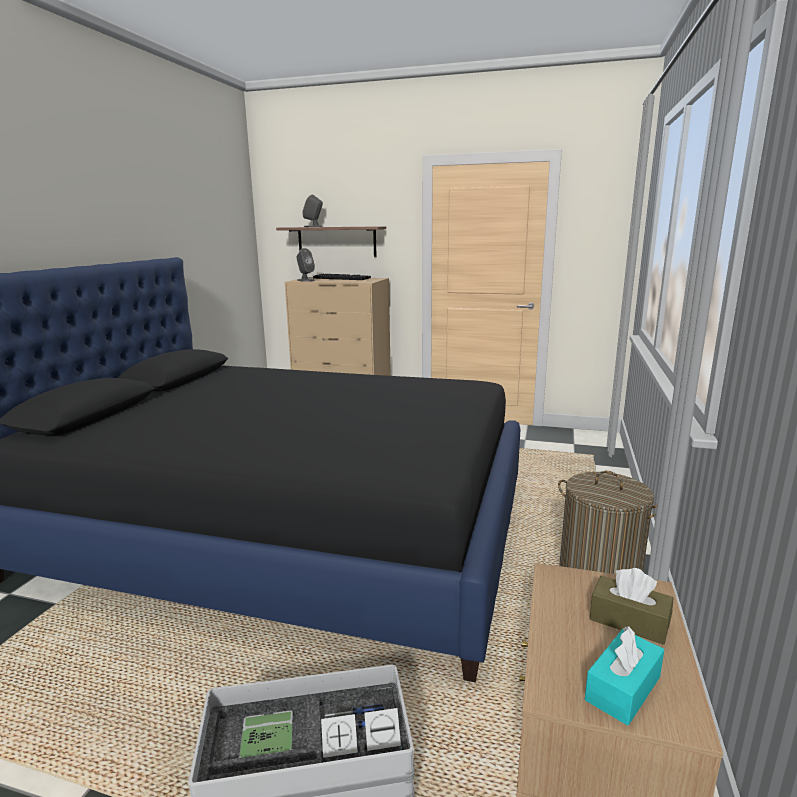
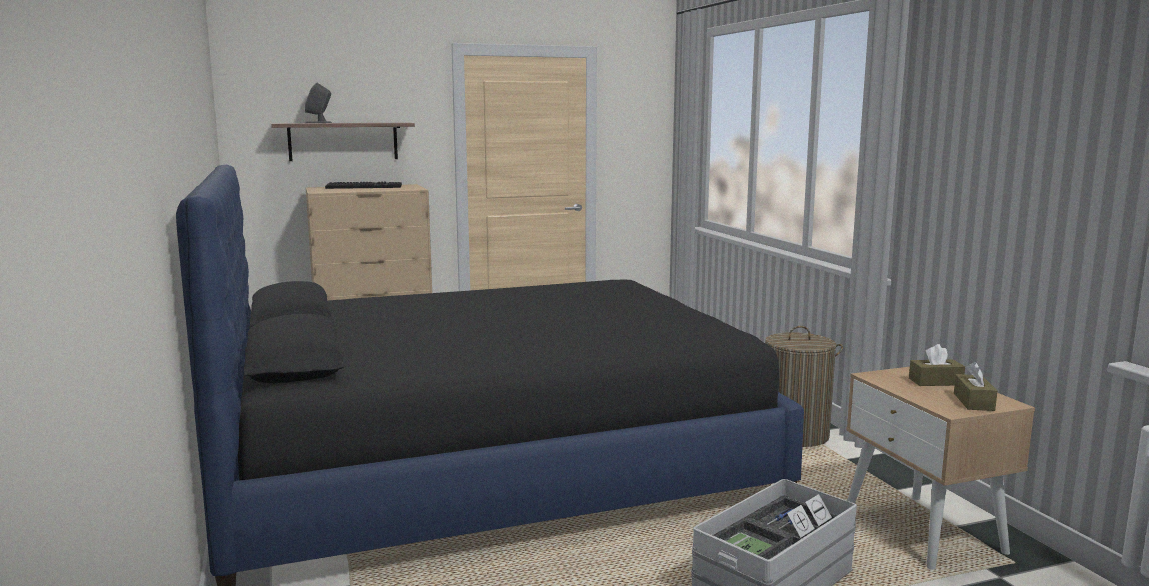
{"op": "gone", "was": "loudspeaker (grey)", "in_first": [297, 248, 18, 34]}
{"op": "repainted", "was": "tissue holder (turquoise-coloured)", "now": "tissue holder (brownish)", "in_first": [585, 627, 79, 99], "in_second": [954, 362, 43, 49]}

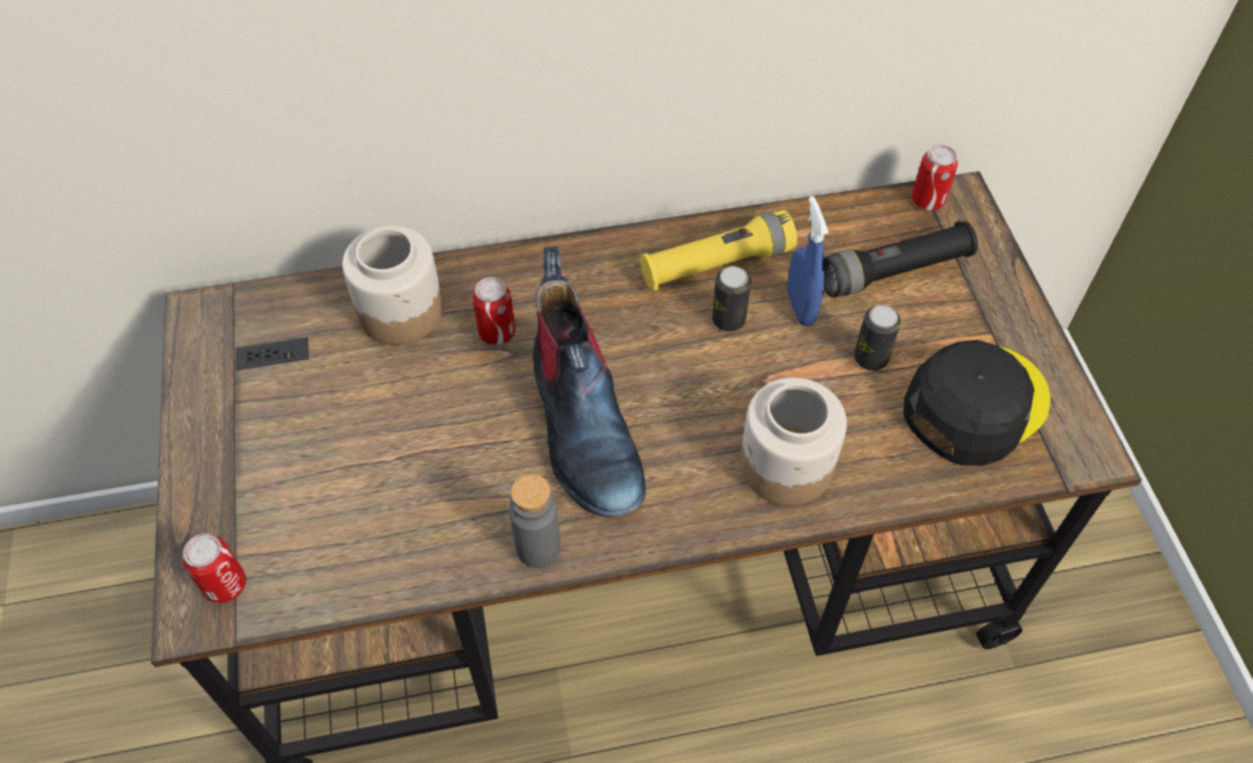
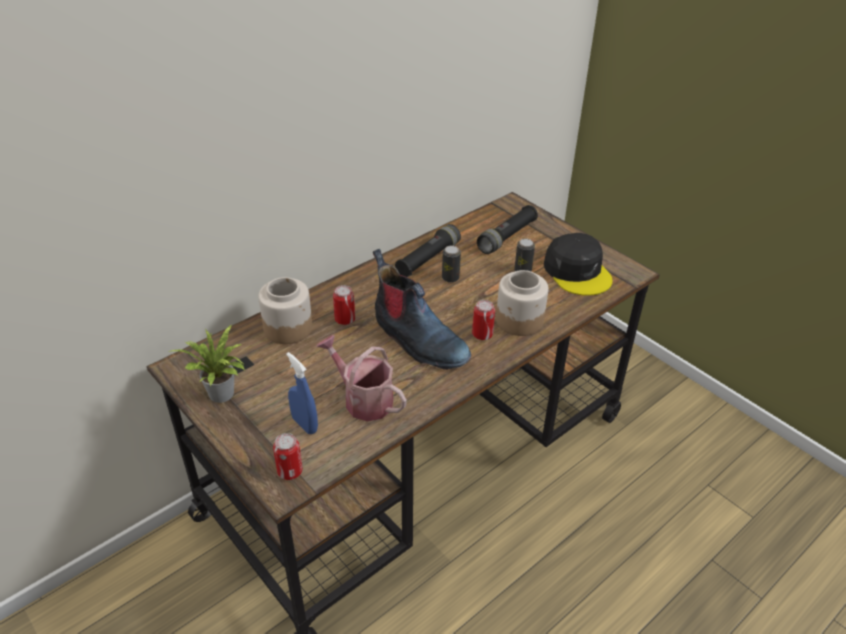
{"op": "shifted", "was": "sealed can", "in_first": [912, 145, 46, 65], "in_second": [472, 300, 23, 40]}
{"op": "shifted", "was": "hand sprayer (blue-coloured)", "in_first": [787, 196, 41, 130], "in_second": [286, 352, 32, 82]}
{"op": "repainted", "was": "hand torch (yellowish)", "now": "hand torch (black-coloured)", "in_first": [640, 210, 157, 81], "in_second": [395, 224, 66, 53]}
{"op": "rotated", "was": "peaked cap (black-coloured)", "in_first": [903, 340, 148, 126], "in_second": [544, 233, 68, 63], "clockwise": 135}
{"op": "gone", "was": "bottle (grey)", "in_first": [509, 474, 52, 94]}
{"op": "new", "now": "potted plant", "in_second": [167, 325, 77, 78]}
{"op": "new", "now": "watering pot", "in_second": [316, 335, 91, 86]}

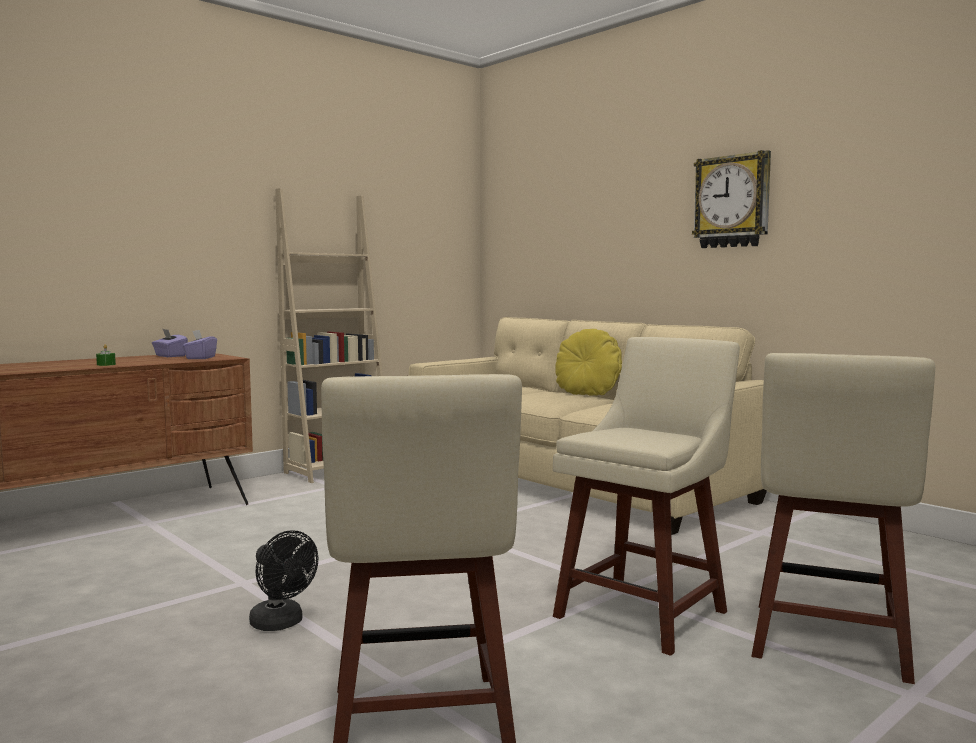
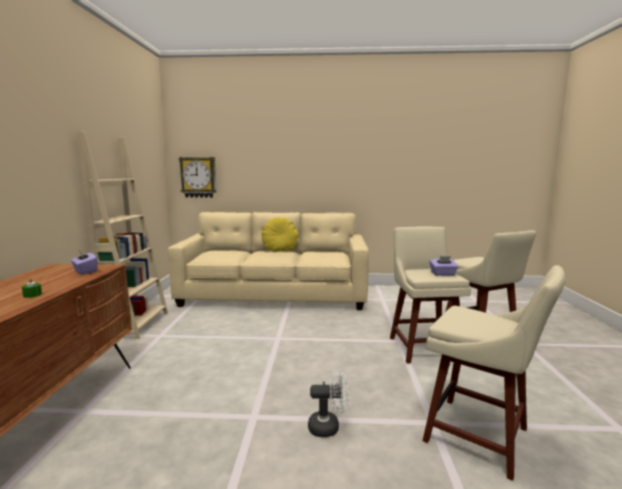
{"op": "shifted", "was": "clock on the wall", "in_first": [692, 150, 79, 98], "in_second": [179, 157, 38, 41]}
{"op": "shifted", "was": "tissue holder (purple-coloured)", "in_first": [152, 329, 36, 28], "in_second": [430, 256, 29, 20]}
{"op": "repainted", "was": "electric fan (black-coloured)", "now": "electric fan (whitish)", "in_first": [249, 530, 69, 101], "in_second": [308, 370, 41, 67]}

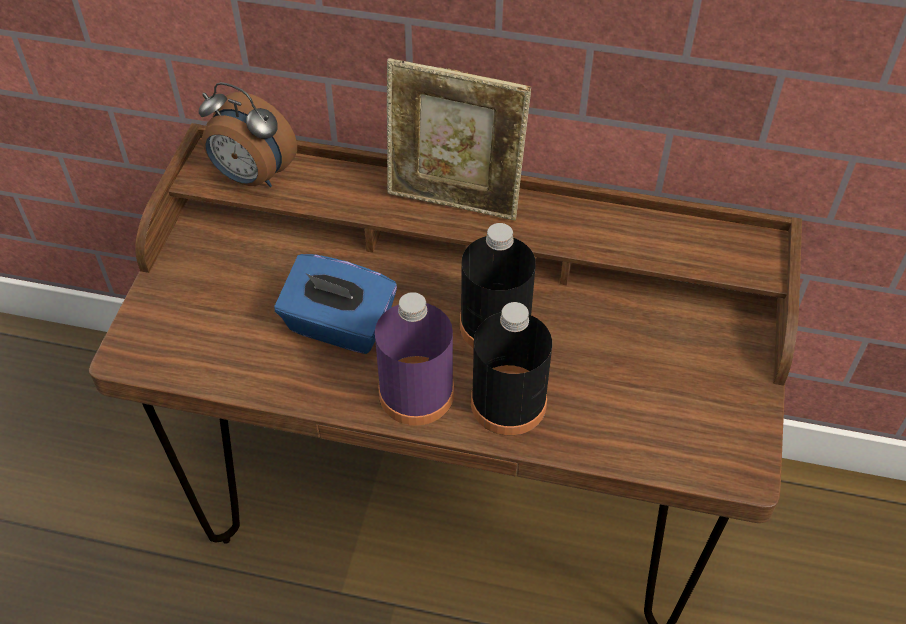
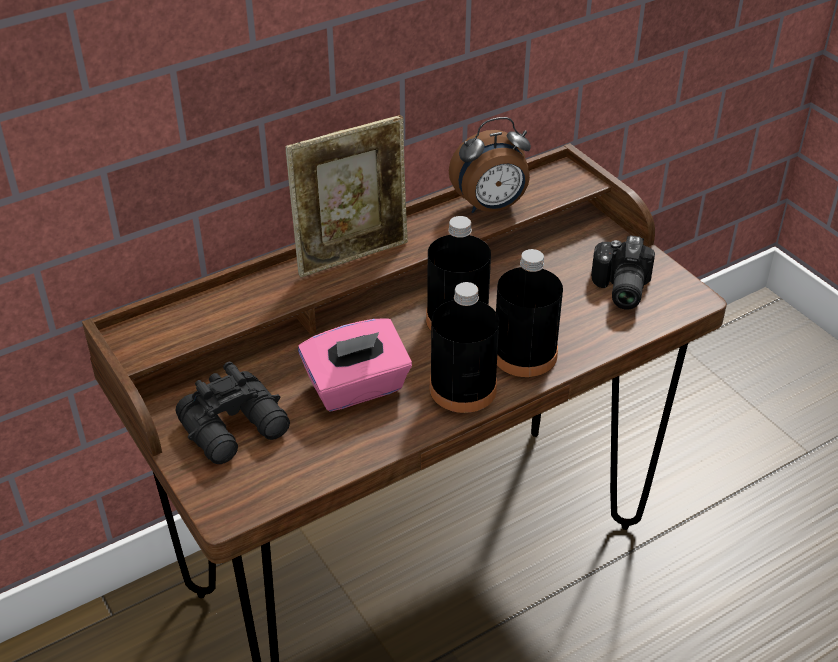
{"op": "shifted", "was": "table clock", "in_first": [198, 82, 99, 105], "in_second": [449, 117, 82, 96]}
{"op": "repainted", "was": "tissue holder (blue-coloured)", "now": "tissue holder (pinkish)", "in_first": [274, 254, 123, 100], "in_second": [298, 319, 114, 93]}
{"op": "repainted", "was": "bottle (purple-coloured)", "now": "bottle (black-coloured)", "in_first": [375, 292, 79, 134], "in_second": [430, 282, 69, 131]}
{"op": "new", "now": "photo camera", "in_second": [591, 235, 64, 75]}
{"op": "new", "now": "binoculars (black-coloured)", "in_second": [176, 362, 114, 102]}

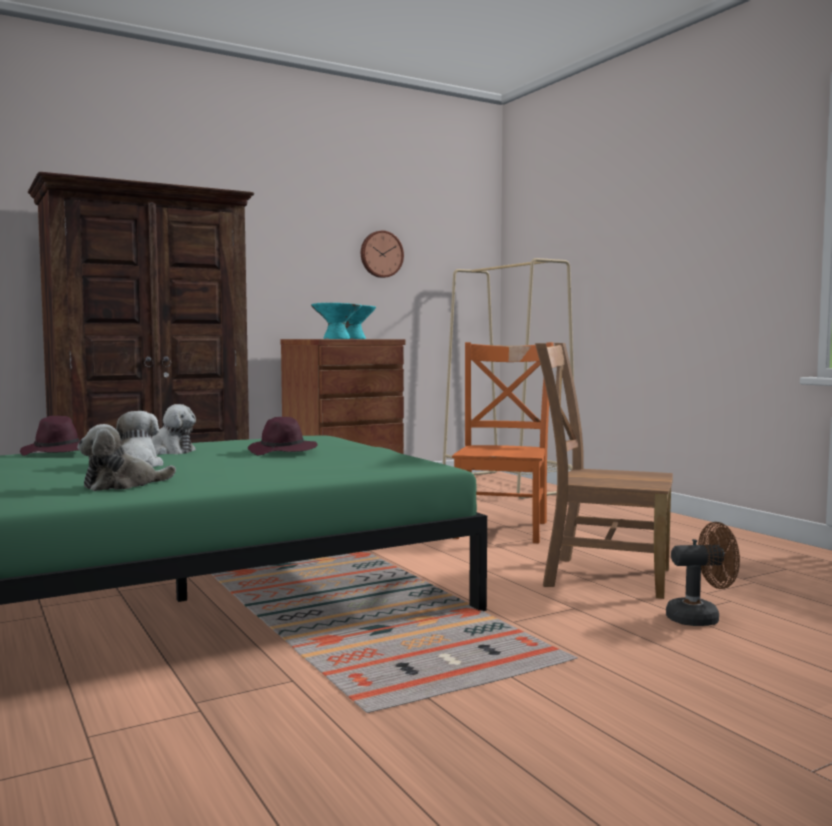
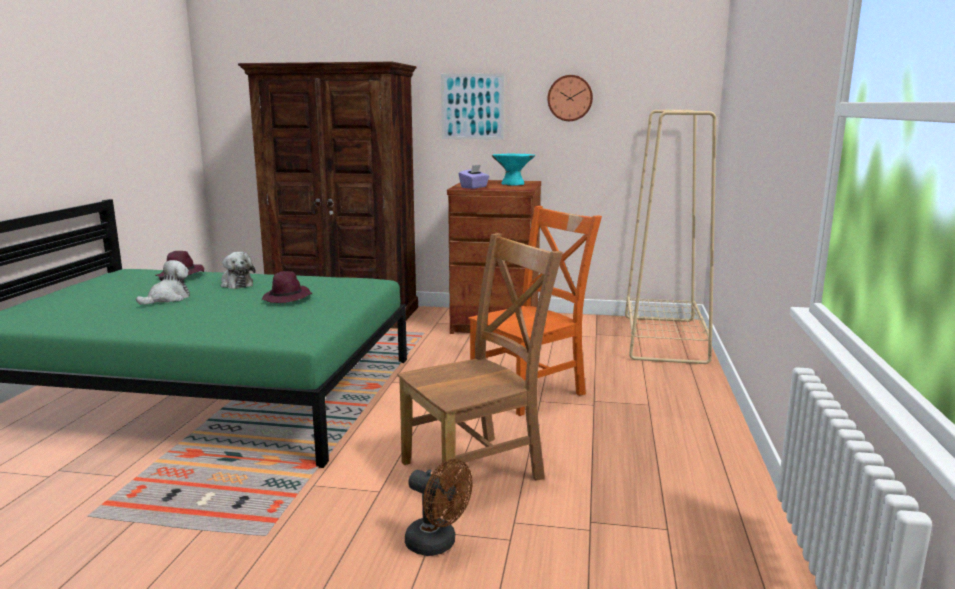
{"op": "swapped", "was": "deep dish (turquoise-coloured)", "now": "tissue holder (purple-coloured)", "in_first": [311, 303, 51, 36], "in_second": [459, 165, 31, 24]}
{"op": "rotated", "was": "chair (brownish)", "in_first": [535, 343, 138, 256], "in_second": [397, 233, 166, 276], "clockwise": 90}
{"op": "gone", "was": "soft toy", "in_first": [77, 424, 99, 67]}
{"op": "new", "now": "picture", "in_second": [441, 73, 63, 67]}

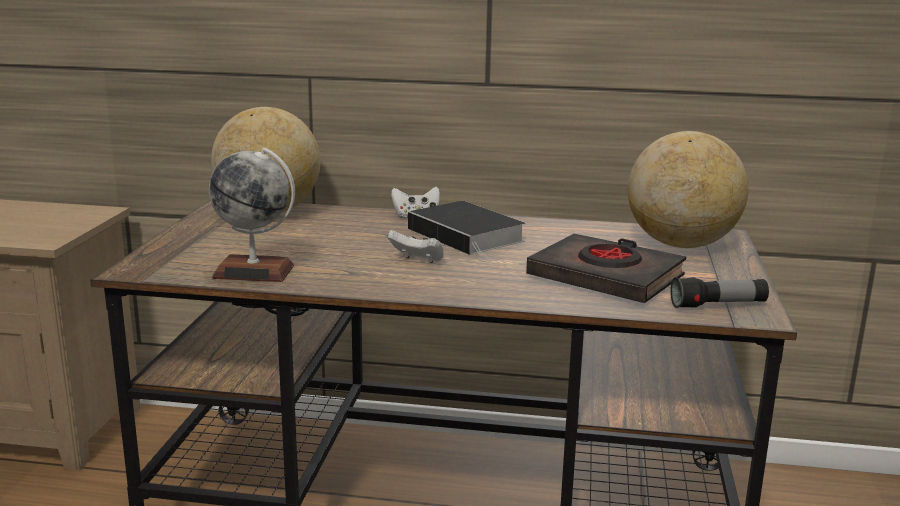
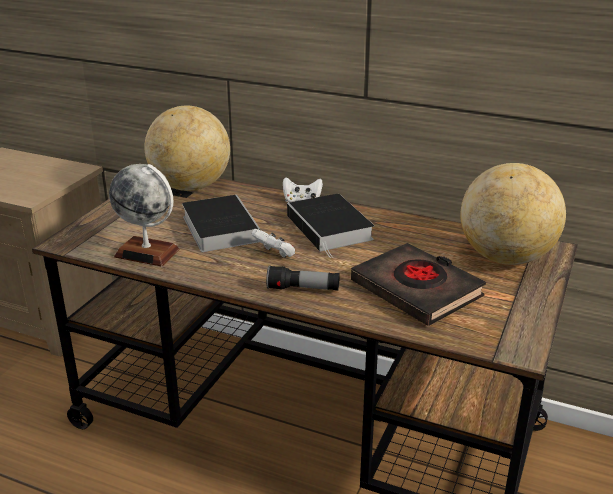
{"op": "shifted", "was": "hand torch", "in_first": [670, 277, 99, 31], "in_second": [266, 265, 74, 26]}
{"op": "new", "now": "volume", "in_second": [182, 195, 78, 57]}

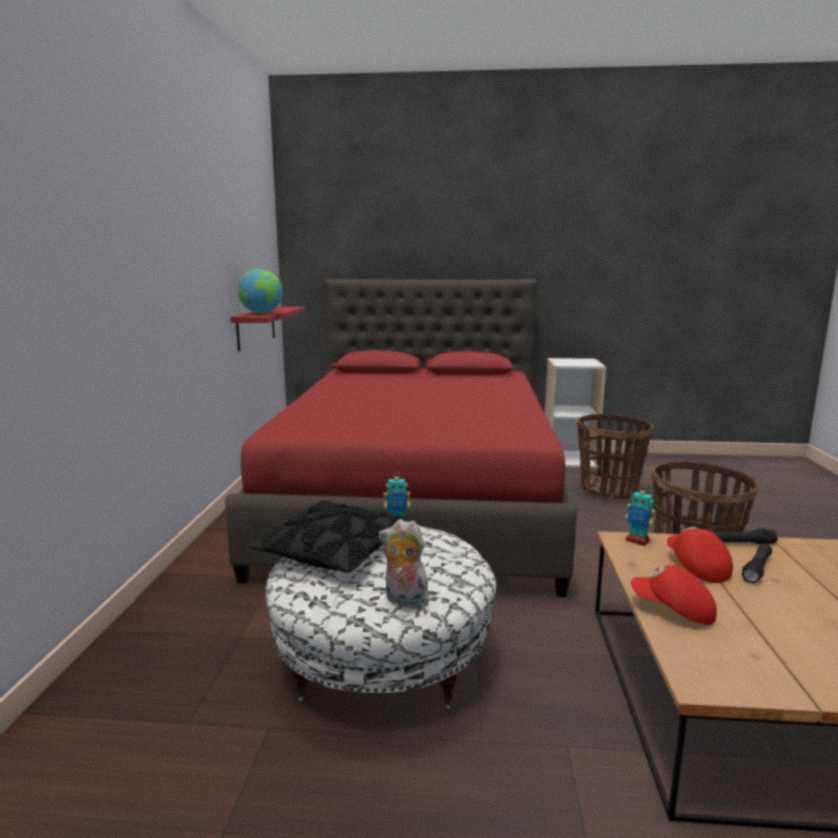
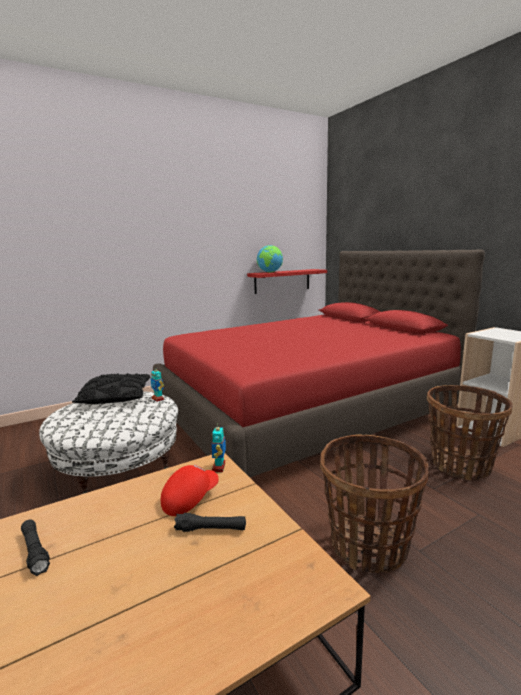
{"op": "gone", "was": "soft toy", "in_first": [379, 519, 50, 90]}
{"op": "shifted", "was": "hand torch (black-coloured)", "in_first": [710, 528, 68, 17], "in_second": [21, 520, 29, 56]}
{"op": "gone", "was": "peaked cap (red-coloured)", "in_first": [631, 565, 86, 60]}

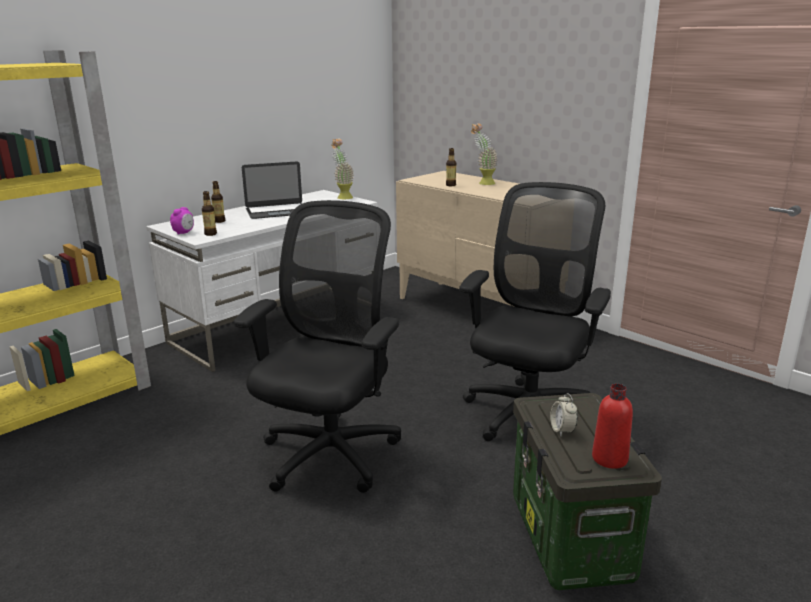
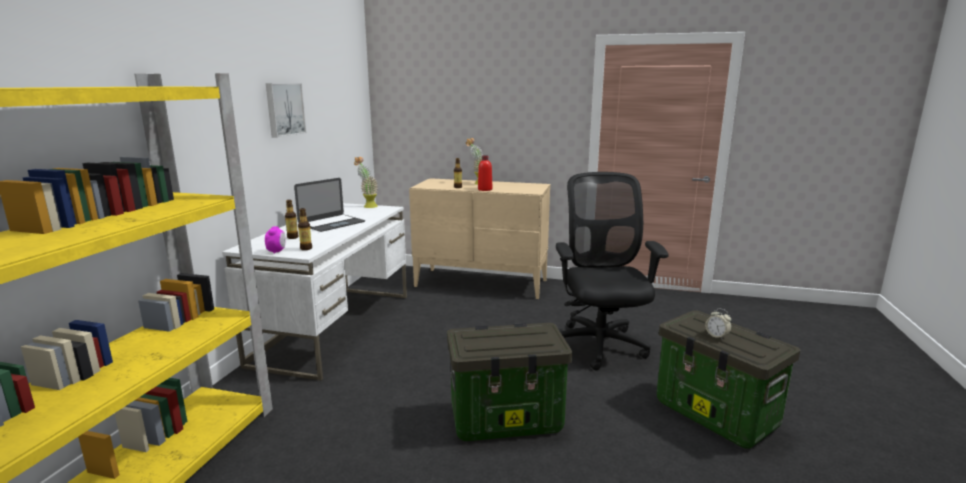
{"op": "swapped", "was": "computer chair (black-coloured)", "now": "storage bin", "in_first": [234, 200, 167, 293], "in_second": [447, 323, 125, 118]}
{"op": "shifted", "was": "bottle (red-coloured)", "in_first": [592, 384, 41, 85], "in_second": [478, 155, 14, 36]}
{"op": "new", "now": "picture", "in_second": [266, 83, 40, 55]}

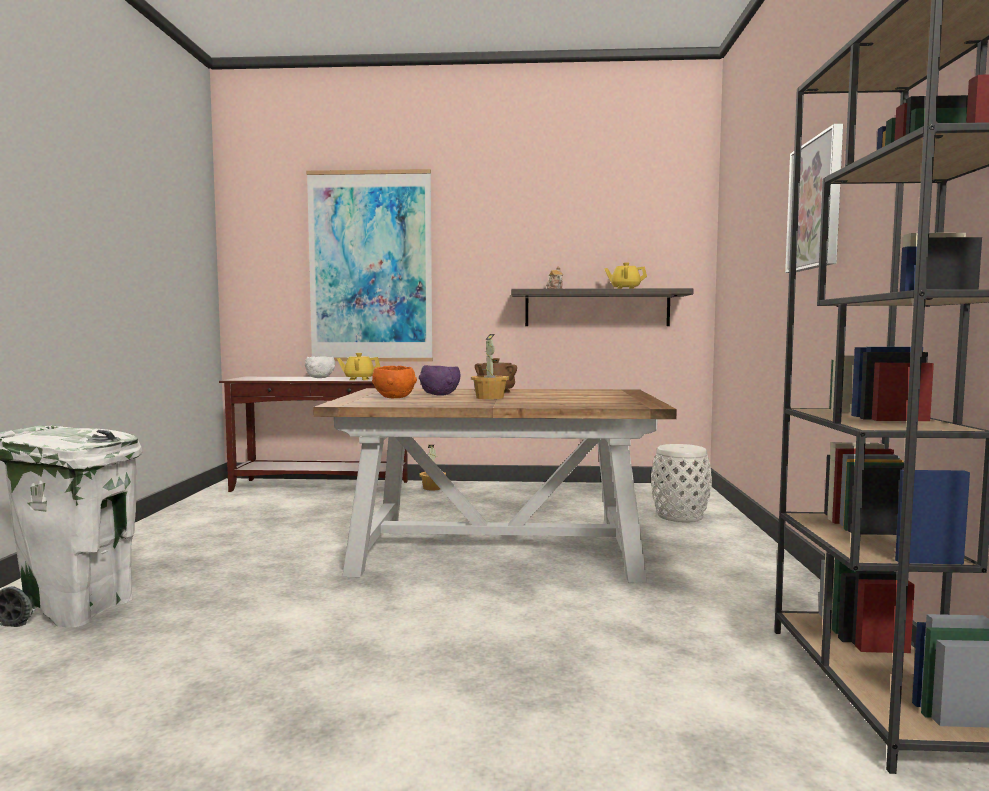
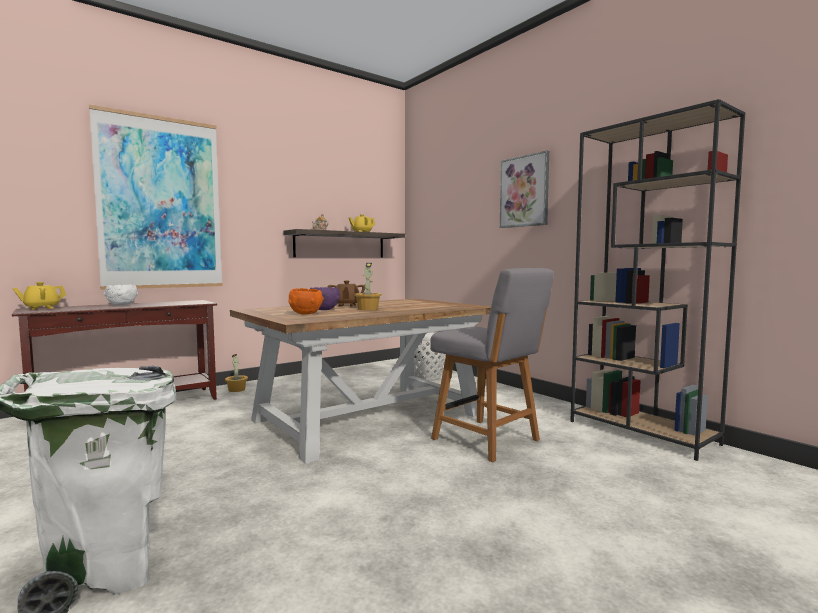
{"op": "shifted", "was": "tea pot (yellowish)", "in_first": [337, 353, 44, 27], "in_second": [13, 282, 53, 28]}
{"op": "new", "now": "chair (grey)", "in_second": [430, 268, 124, 194]}

